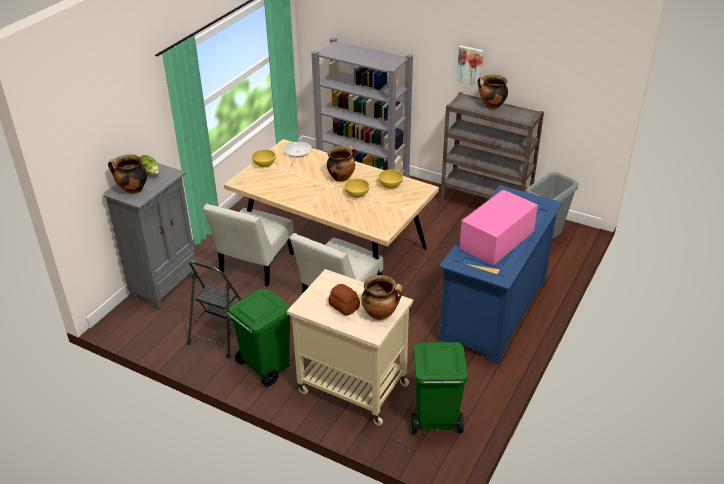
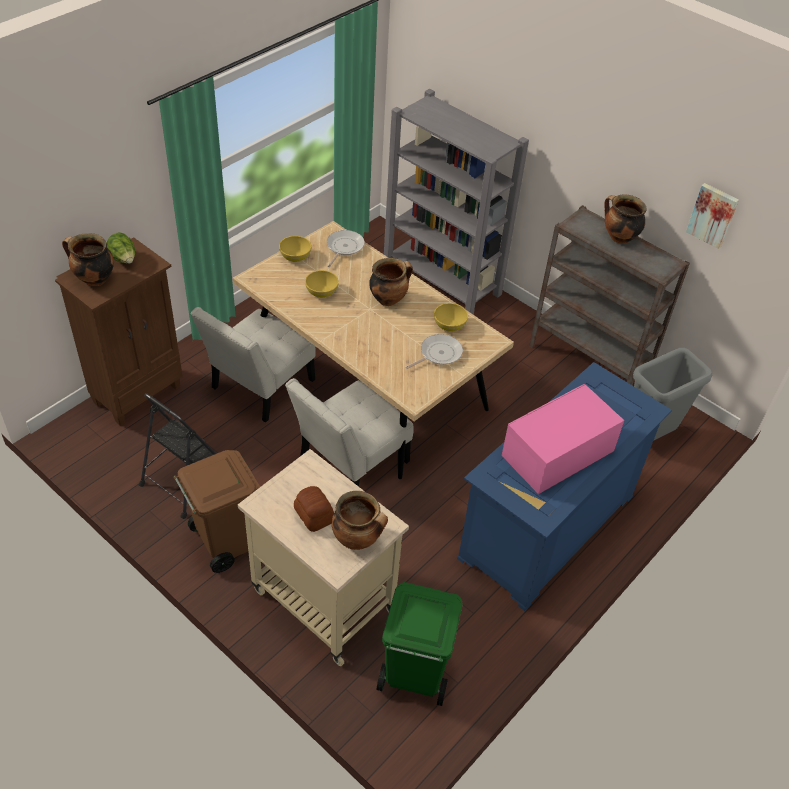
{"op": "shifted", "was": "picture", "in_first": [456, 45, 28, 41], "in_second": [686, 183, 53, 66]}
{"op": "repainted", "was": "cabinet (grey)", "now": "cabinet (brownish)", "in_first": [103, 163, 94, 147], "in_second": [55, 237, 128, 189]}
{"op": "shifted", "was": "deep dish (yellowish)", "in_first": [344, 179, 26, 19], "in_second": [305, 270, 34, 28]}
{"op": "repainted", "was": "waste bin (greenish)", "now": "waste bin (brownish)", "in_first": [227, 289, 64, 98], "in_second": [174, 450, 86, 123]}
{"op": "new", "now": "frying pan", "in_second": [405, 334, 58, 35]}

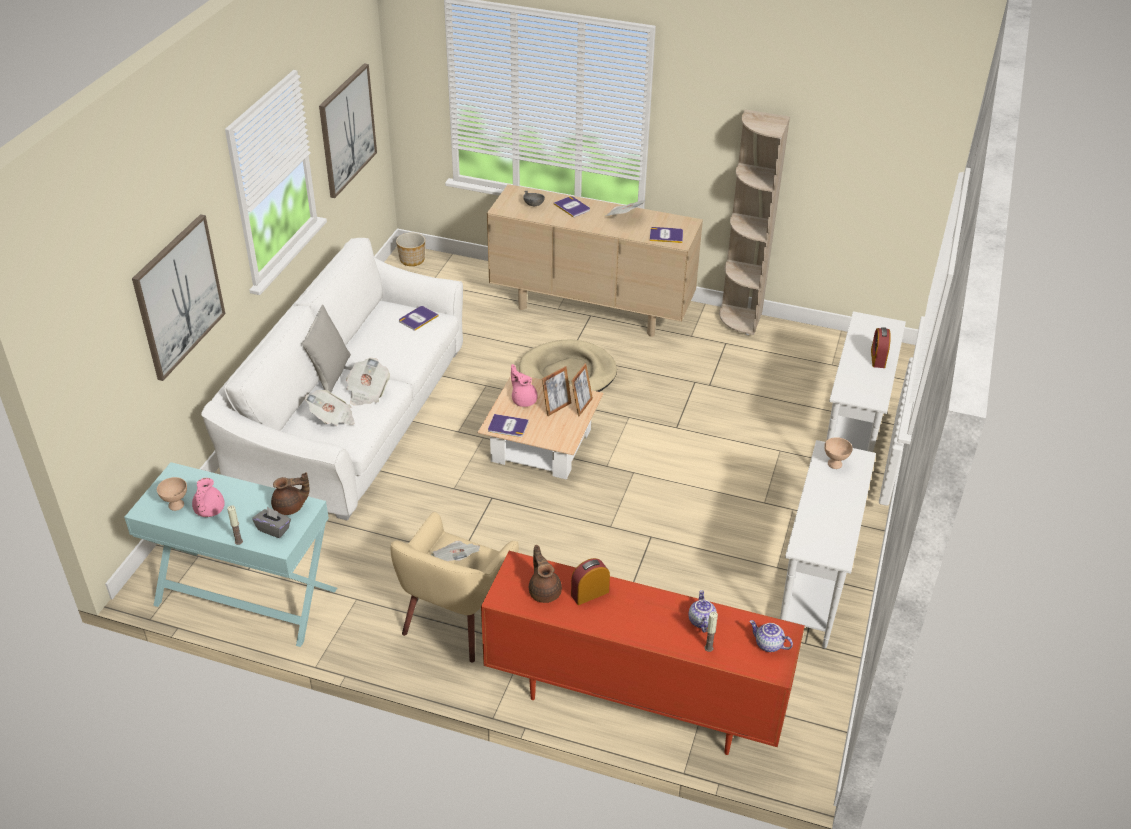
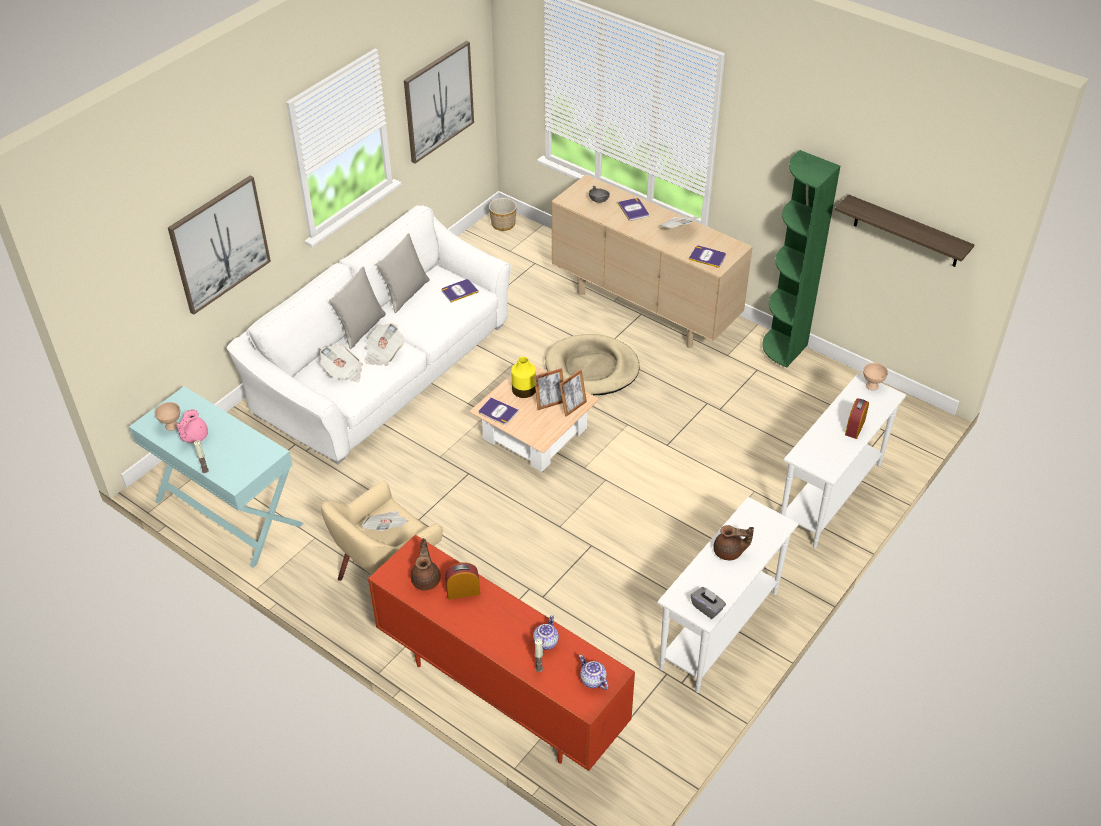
{"op": "repainted", "was": "bookshelf (beige-coloured)", "now": "bookshelf (greenish)", "in_first": [719, 110, 71, 225], "in_second": [762, 150, 78, 218]}
{"op": "swapped", "was": "tea pot (pinkish)", "now": "decorative vase (yellowish)", "in_first": [511, 364, 27, 43], "in_second": [511, 357, 25, 41]}
{"op": "shifted", "was": "deep dish (beige-coloured)", "in_first": [824, 437, 29, 32], "in_second": [863, 363, 25, 28]}
{"op": "shifted", "was": "tea pot (brownish)", "in_first": [271, 472, 39, 43], "in_second": [714, 525, 40, 35]}
{"op": "shifted", "was": "tissue holder (grey)", "in_first": [252, 507, 39, 31], "in_second": [691, 587, 35, 32]}
{"op": "new", "now": "bracket shelf", "in_second": [835, 194, 139, 73]}
{"op": "new", "now": "cushion (grey)", "in_second": [376, 233, 54, 80]}

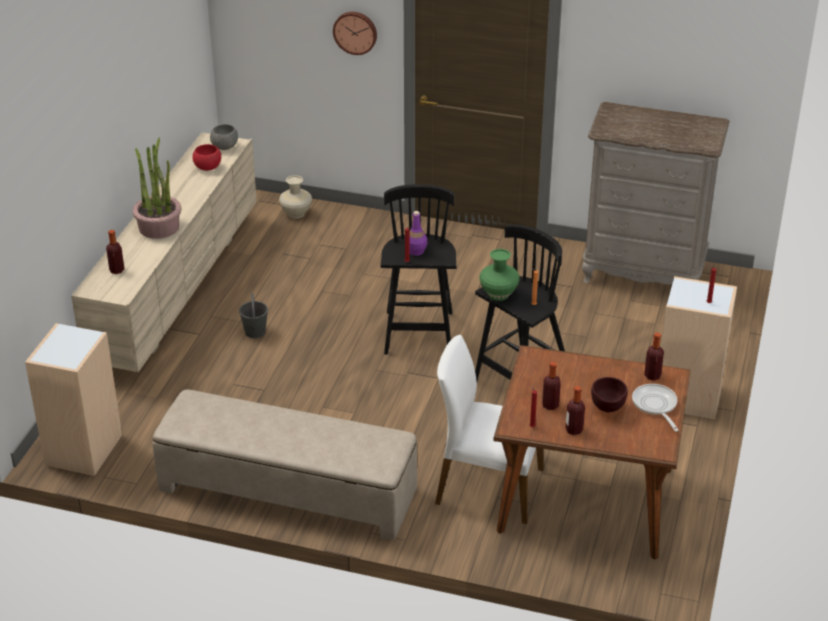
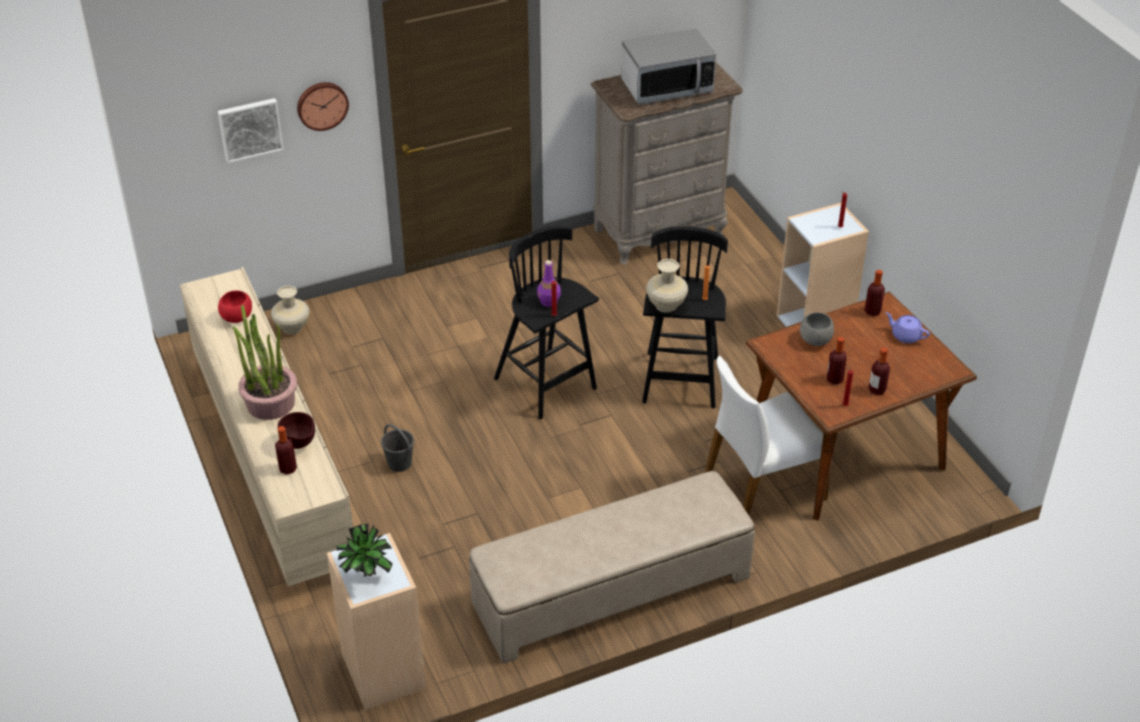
{"op": "shifted", "was": "deep dish (grey)", "in_first": [210, 124, 28, 26], "in_second": [800, 312, 34, 34]}
{"op": "repainted", "was": "decorative vase (greenish)", "now": "decorative vase (beige-coloured)", "in_first": [479, 249, 41, 52], "in_second": [646, 259, 42, 54]}
{"op": "shifted", "was": "deep dish (brownish)", "in_first": [591, 377, 37, 35], "in_second": [277, 412, 38, 37]}
{"op": "swapped", "was": "frying pan", "now": "tea pot (purple-coloured)", "in_first": [632, 384, 47, 48], "in_second": [886, 312, 44, 31]}
{"op": "new", "now": "microwave", "in_second": [621, 28, 95, 77]}
{"op": "new", "now": "picture", "in_second": [218, 98, 66, 66]}
{"op": "new", "now": "potted plant", "in_second": [336, 524, 57, 53]}

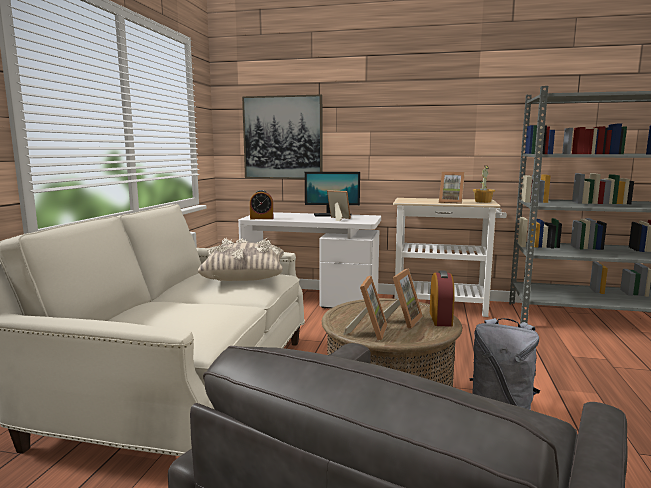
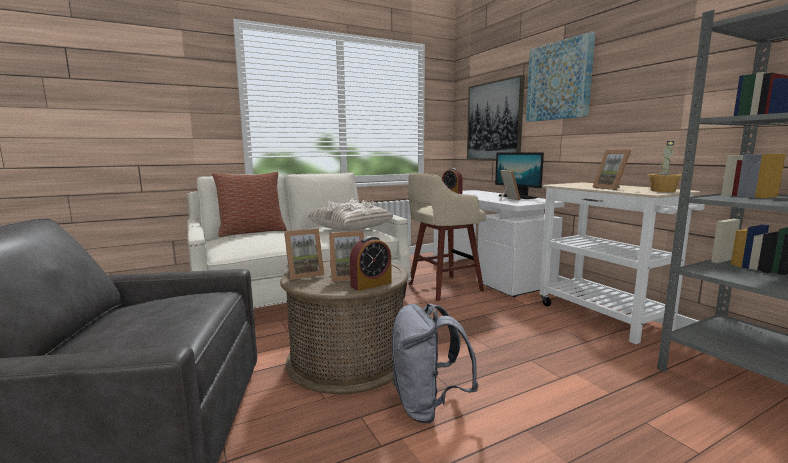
{"op": "new", "now": "picture", "in_second": [526, 31, 69, 91]}
{"op": "new", "now": "cushion", "in_second": [212, 172, 75, 65]}
{"op": "new", "now": "stool seat (beige-coloured)", "in_second": [408, 172, 78, 129]}

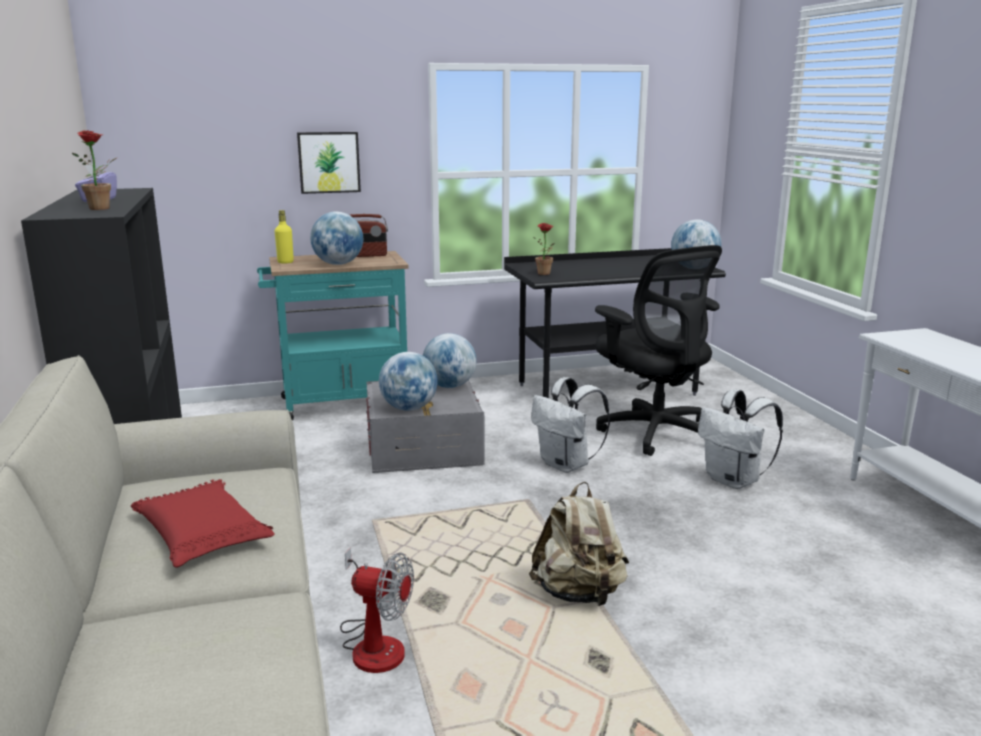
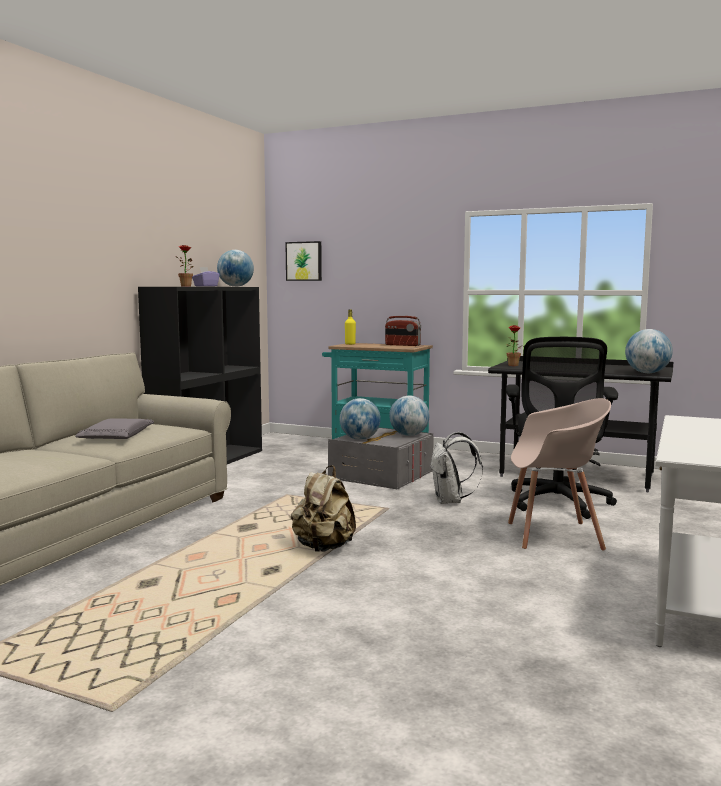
{"op": "shifted", "was": "picture", "in_first": [297, 132, 64, 62], "in_second": [285, 241, 37, 40]}
{"op": "shifted", "was": "desk globe", "in_first": [310, 211, 53, 54], "in_second": [217, 250, 37, 37]}
{"op": "swapped", "was": "backpack (whitish)", "now": "chair (beige-coloured)", "in_first": [698, 389, 85, 100], "in_second": [508, 398, 103, 153]}
{"op": "repainted", "was": "cushion (red-coloured)", "now": "cushion (grey)", "in_first": [131, 479, 144, 89], "in_second": [75, 418, 79, 21]}
{"op": "gone", "was": "electric fan", "in_first": [340, 548, 74, 125]}

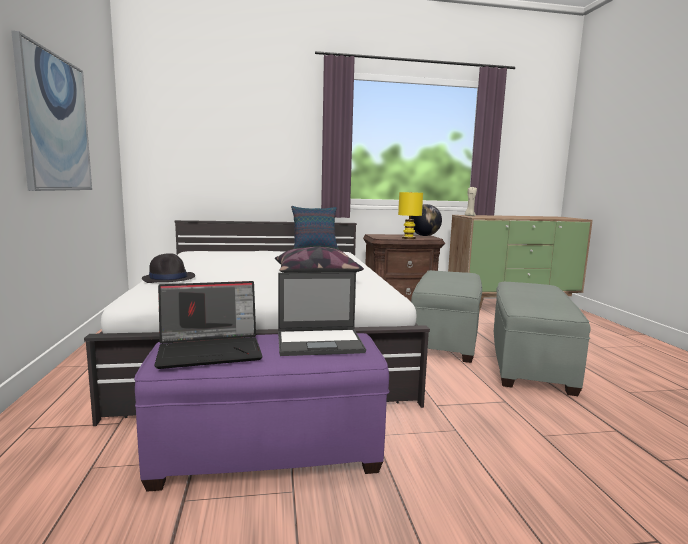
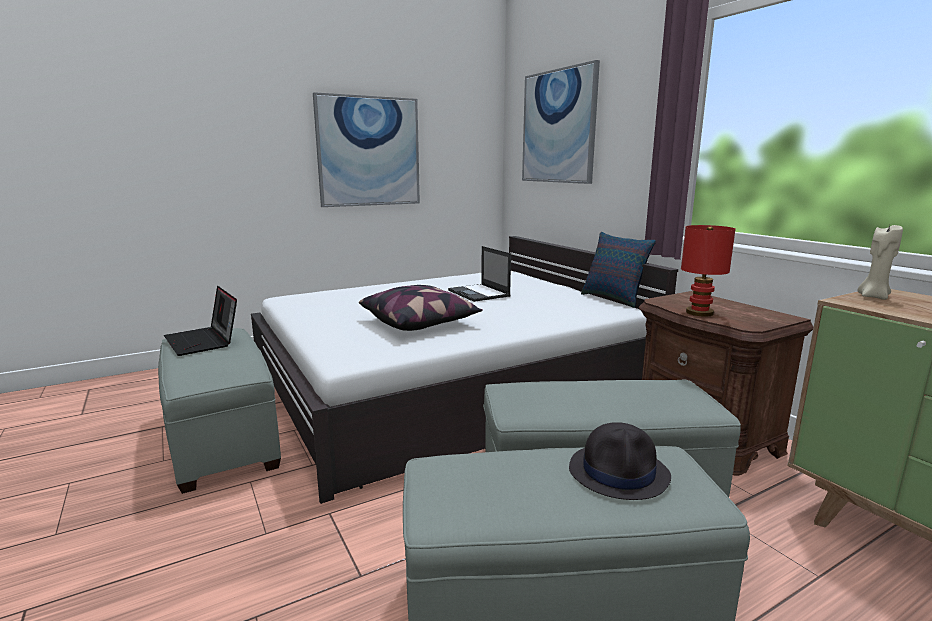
{"op": "repainted", "was": "table lamp (yellowish)", "now": "table lamp (red-coloured)", "in_first": [398, 192, 25, 47], "in_second": [681, 225, 55, 92]}
{"op": "gone", "was": "desk globe", "in_first": [411, 204, 31, 32]}
{"op": "shifted", "was": "wearable hat (black-coloured)", "in_first": [142, 253, 53, 30], "in_second": [569, 422, 102, 78]}
{"op": "shifted", "was": "notebook computer", "in_first": [278, 272, 88, 84], "in_second": [448, 246, 63, 56]}
{"op": "repainted", "was": "footrest (purple-coloured)", "now": "footrest (grey)", "in_first": [134, 333, 255, 159], "in_second": [158, 328, 123, 166]}
{"op": "new", "now": "picture", "in_second": [522, 60, 78, 124]}

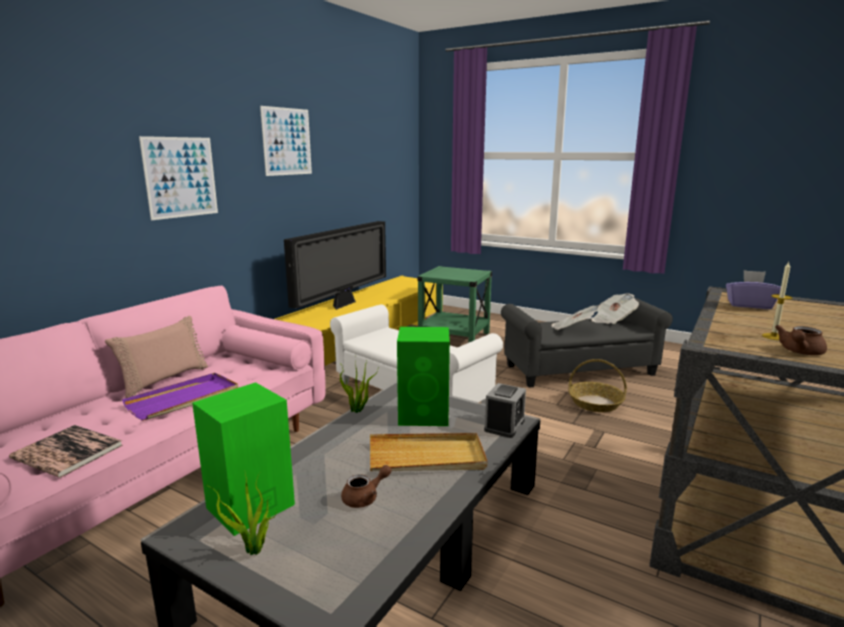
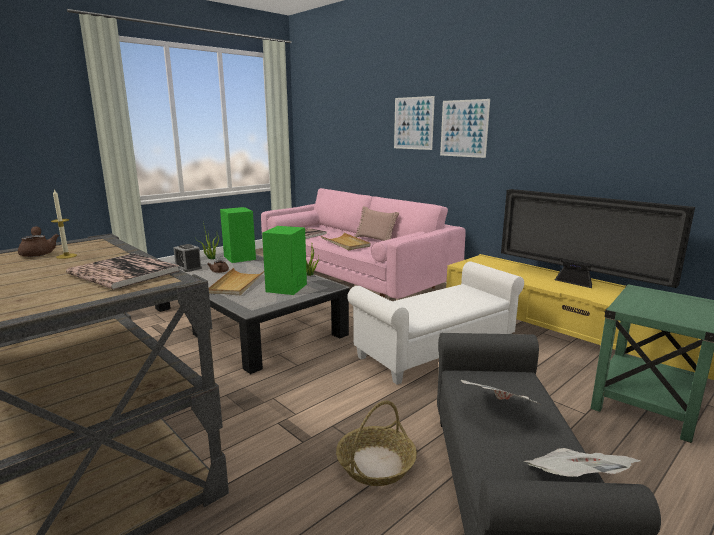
{"op": "shifted", "was": "picture", "in_first": [260, 106, 52, 70], "in_second": [394, 96, 41, 54]}
{"op": "swapped", "was": "tissue holder (purple-coloured)", "now": "volume", "in_first": [726, 270, 55, 39], "in_second": [66, 253, 113, 37]}
{"op": "repainted", "was": "carrying tray (purple-coloured)", "now": "carrying tray (beige-coloured)", "in_first": [122, 373, 116, 48], "in_second": [321, 233, 50, 17]}
{"op": "shifted", "was": "table clock", "in_first": [484, 383, 42, 55], "in_second": [173, 244, 29, 28]}

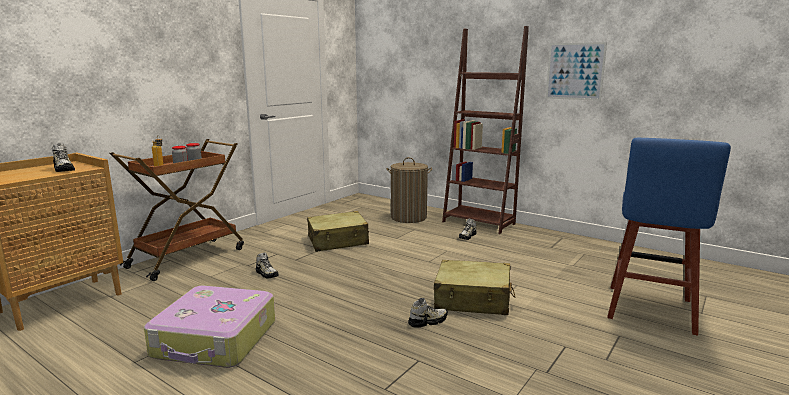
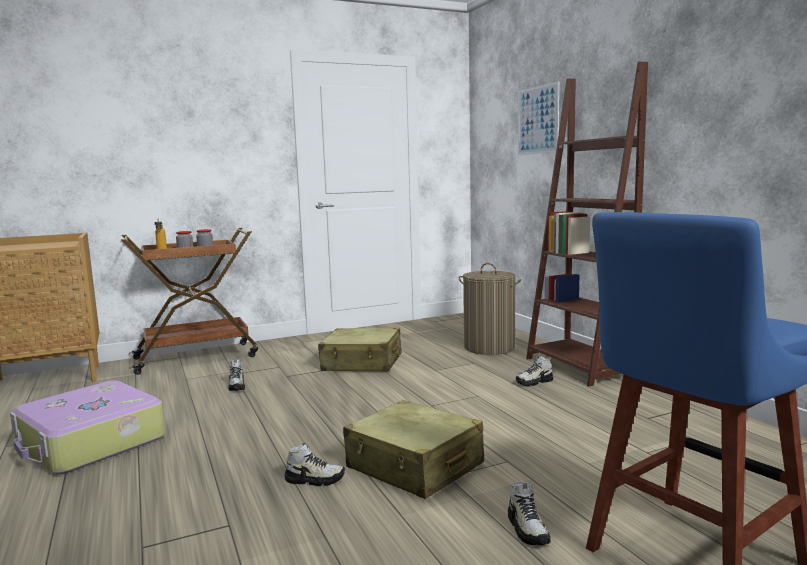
{"op": "shifted", "was": "picture", "in_first": [546, 42, 61, 59], "in_second": [518, 82, 41, 73]}
{"op": "shifted", "was": "item of footwear", "in_first": [52, 143, 23, 29], "in_second": [508, 481, 43, 64]}

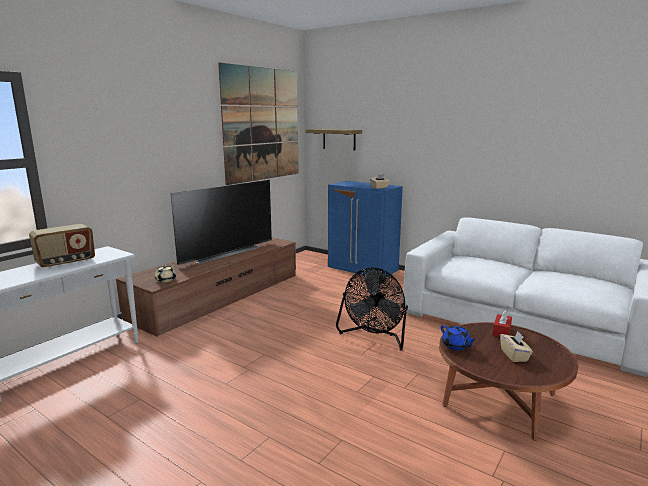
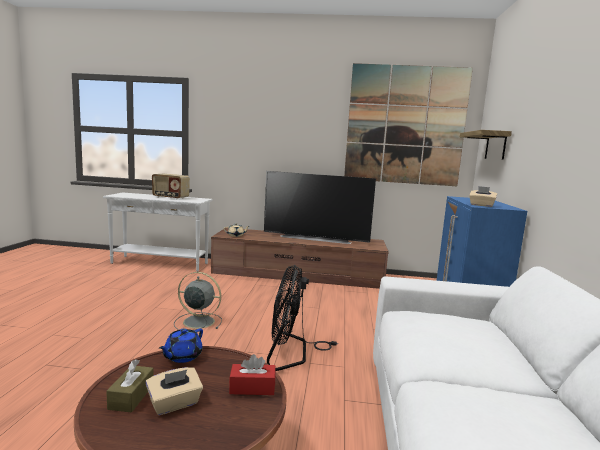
{"op": "new", "now": "electric fan (grey)", "in_second": [174, 272, 48, 59]}
{"op": "new", "now": "tissue holder (brownish)", "in_second": [106, 359, 47, 54]}

